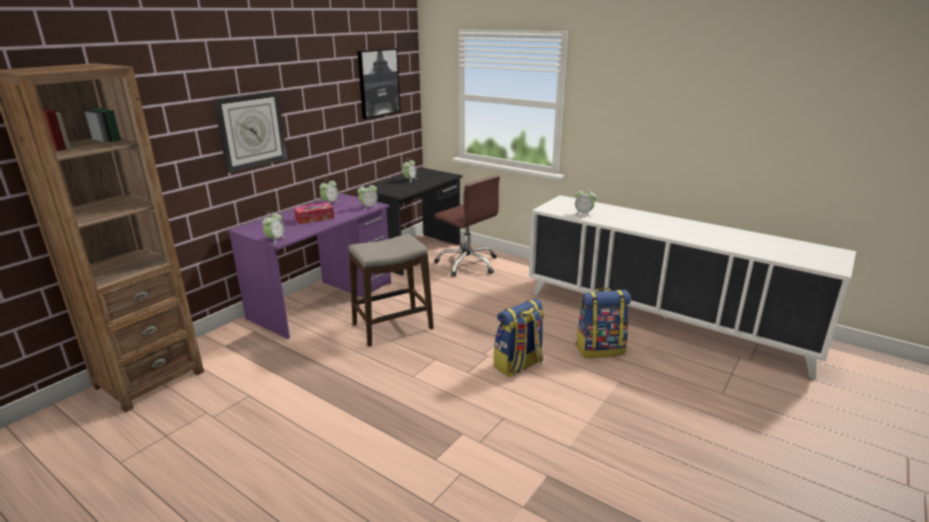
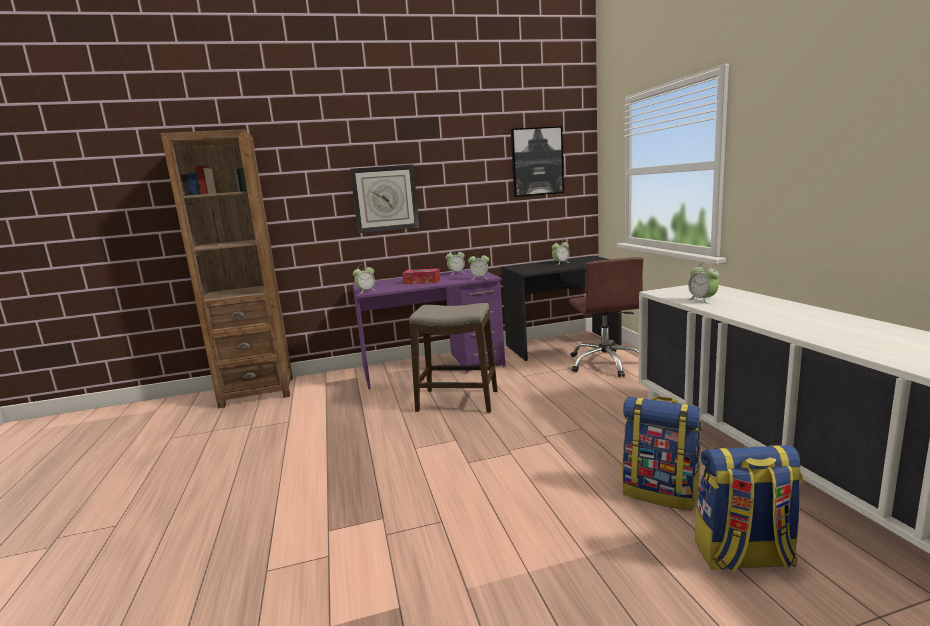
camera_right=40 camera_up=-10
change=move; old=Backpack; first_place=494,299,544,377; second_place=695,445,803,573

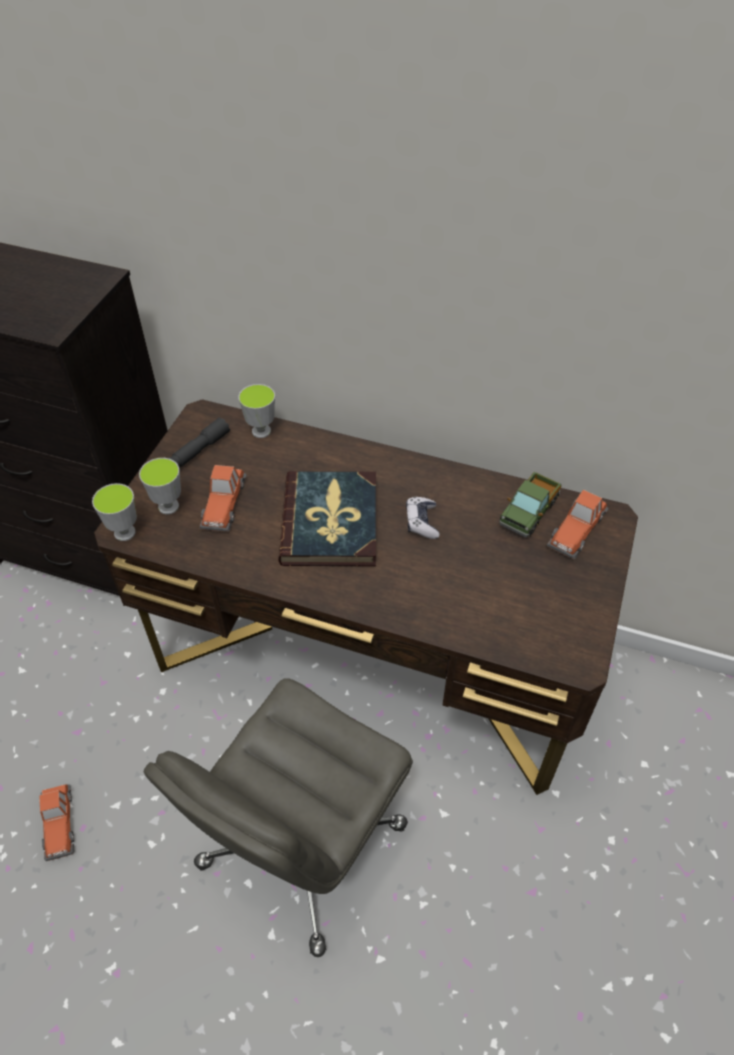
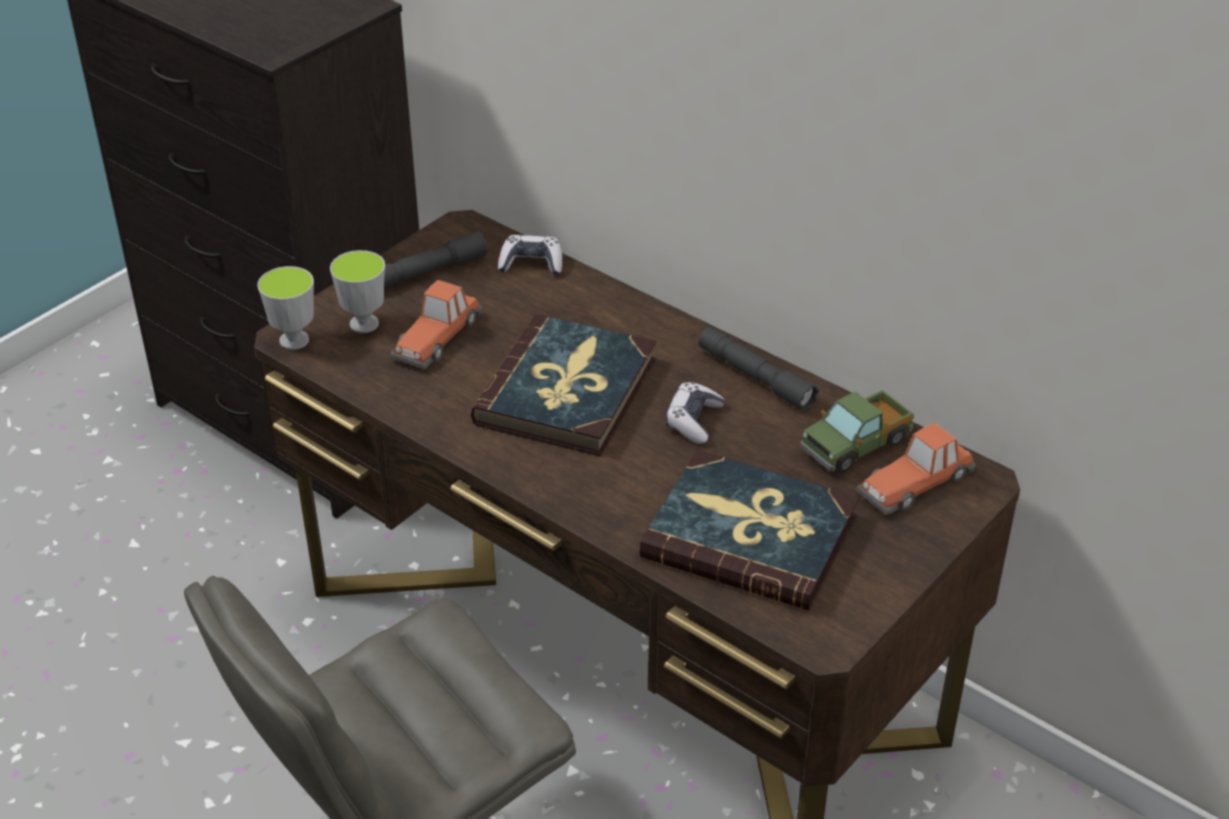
camera_right=20 camera_up=-10
change=delete; old=ToyCar; first_place=40,785,74,861
change=insert; new=Book; second_place=639,450,859,611
change=insert; new=GreyFlashlight; second_place=698,327,819,412
change=replace; old=Cup; new=GameController; first_place=238,384,275,438; second_place=498,235,562,276

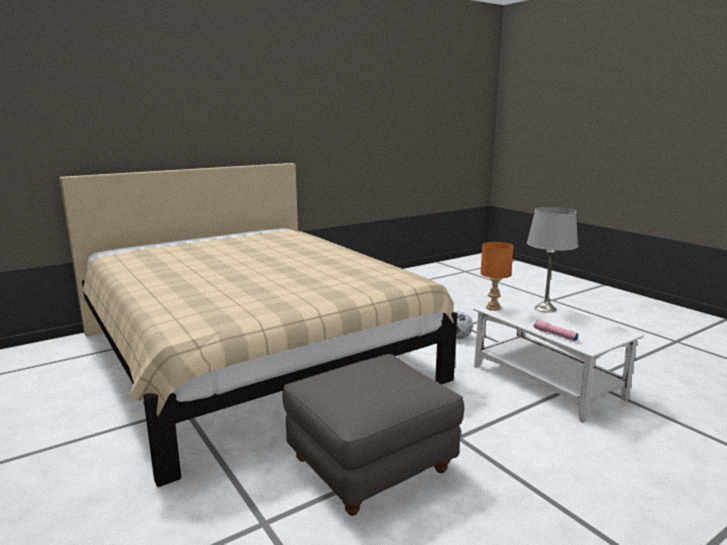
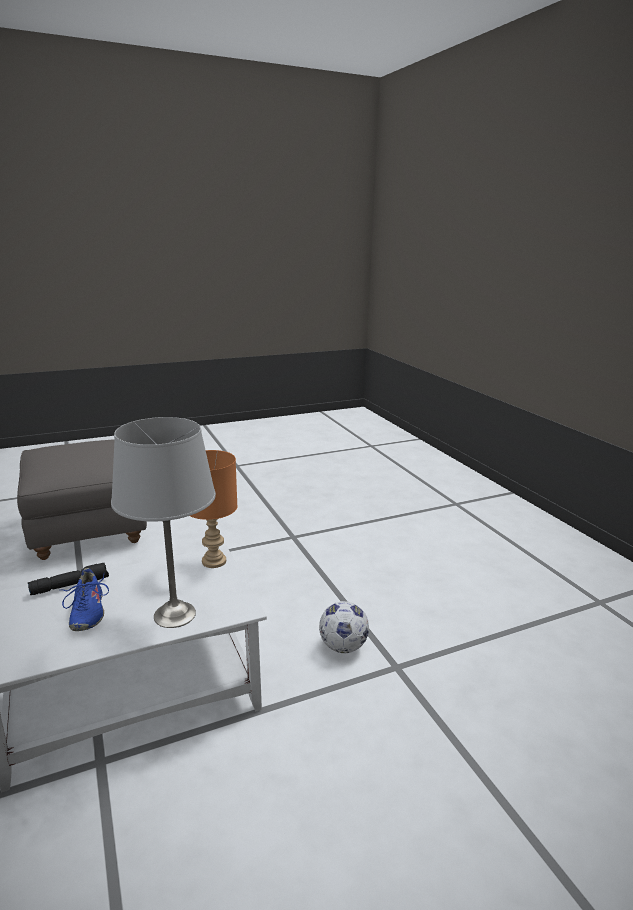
camera_right=100 camera_up=5
change=delete; old=BeigeBed; first_place=60,163,457,487
change=insert; new=BlueShoe; second_place=59,568,109,631
change=recolor; old=PinkFlashlight; new=BlackFlashlight; first_place=534,320,579,341; second_place=28,563,109,595

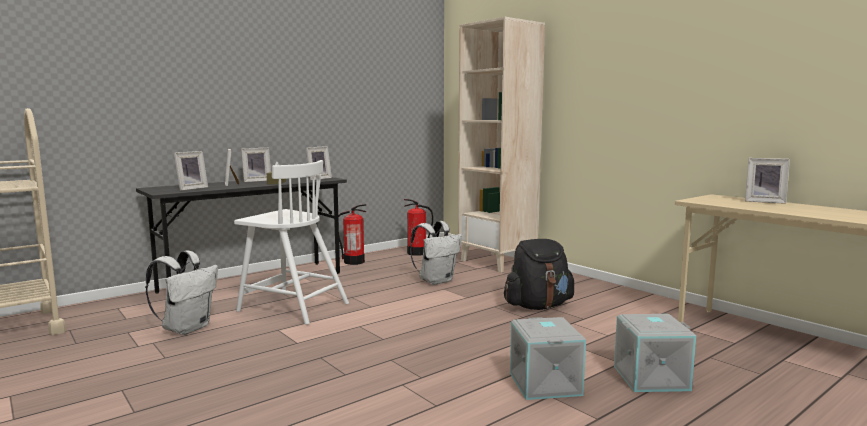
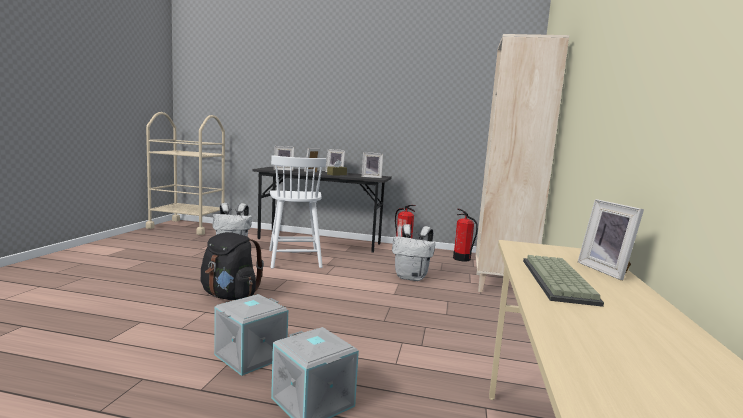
camera_right=50 camera_up=0
change=insert; new=Keyboard; second_place=523,255,604,307
change=move; old=BlackBackpack; first_place=504,239,574,310; second_place=201,232,264,300

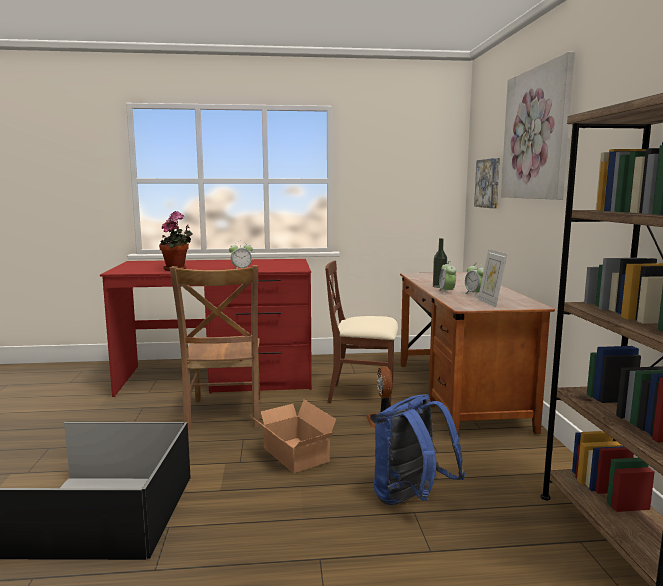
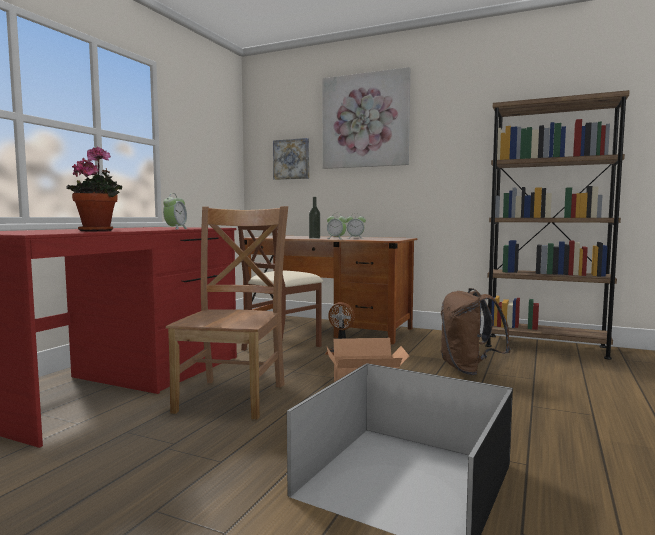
camera_right=-60 camera_up=-5
change=delete; old=PictureFrame; first_place=478,249,508,307
change=recolor; old=BlueBackpack; new=BrownBackpack; first_place=374,394,465,505; second_place=440,288,511,375
change=rotate; old=BrownChair; first_place=170,265,260,431; second_place=166,206,288,420; degrees=-105

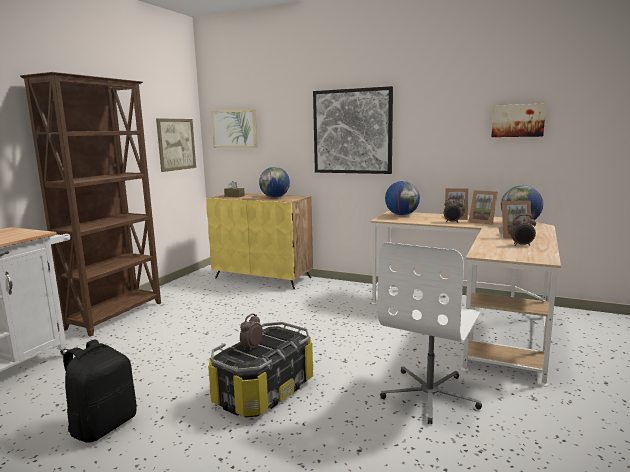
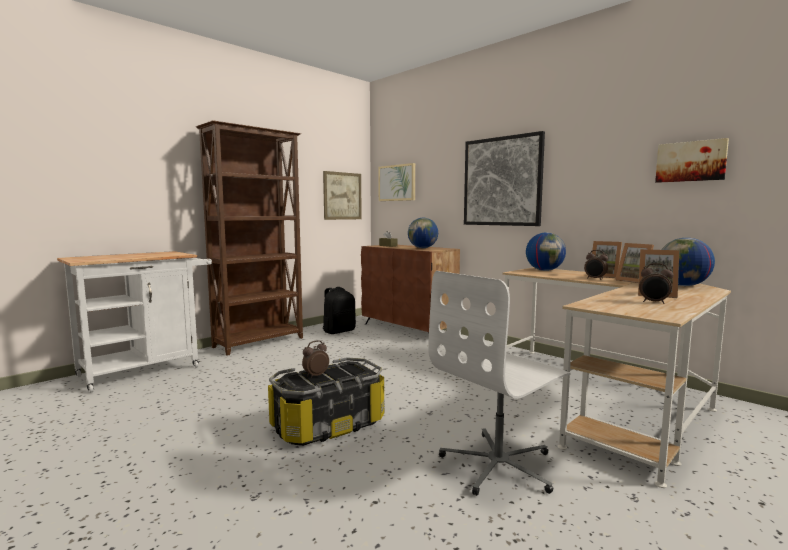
camera_right=20 camera_up=-5
change=move; old=BlackBackpack; first_place=63,339,137,443; second_place=323,287,356,334
change=recolor; old=YellowCabinet; new=BrownCabinet; first_place=206,193,313,289; second_place=361,245,460,333

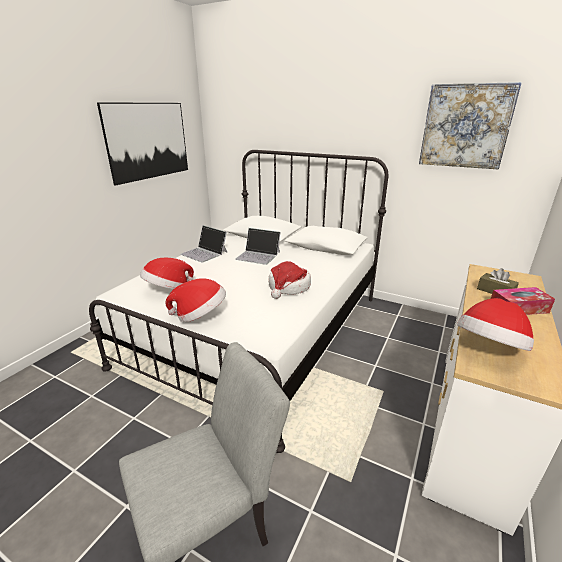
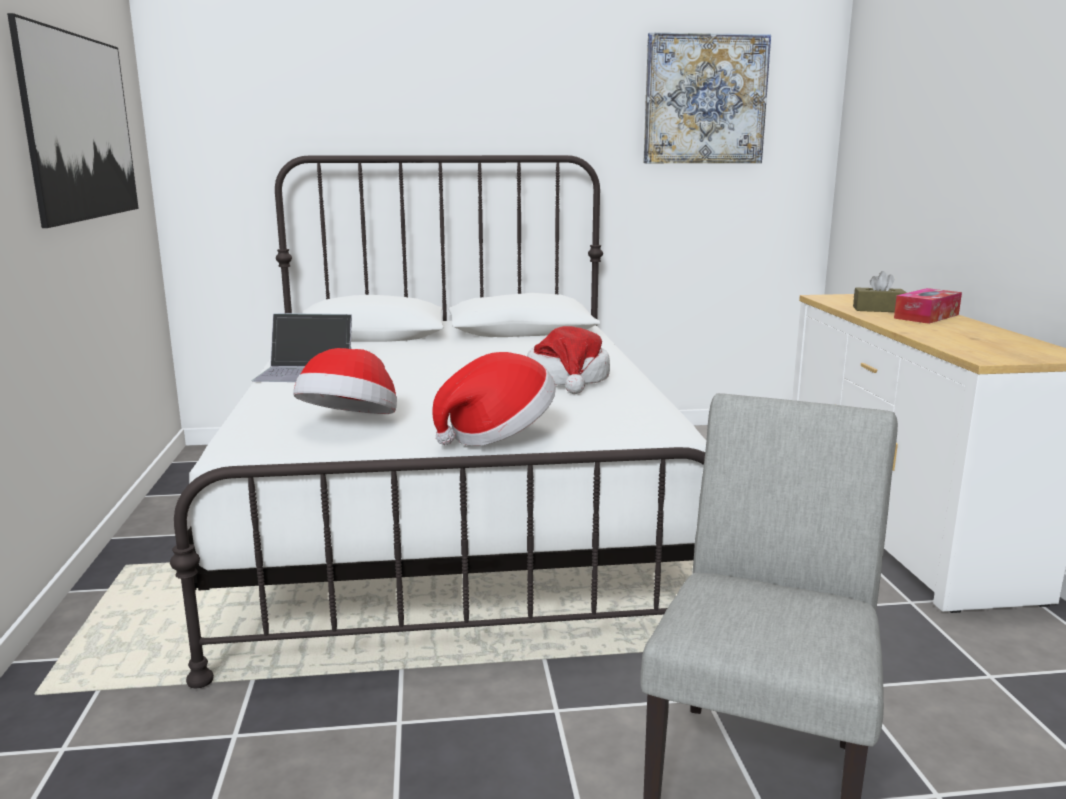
camera_right=-35 camera_up=-10
change=delete; old=Laptop; first_place=235,228,280,265
change=delete; old=Hat; first_place=457,298,534,351

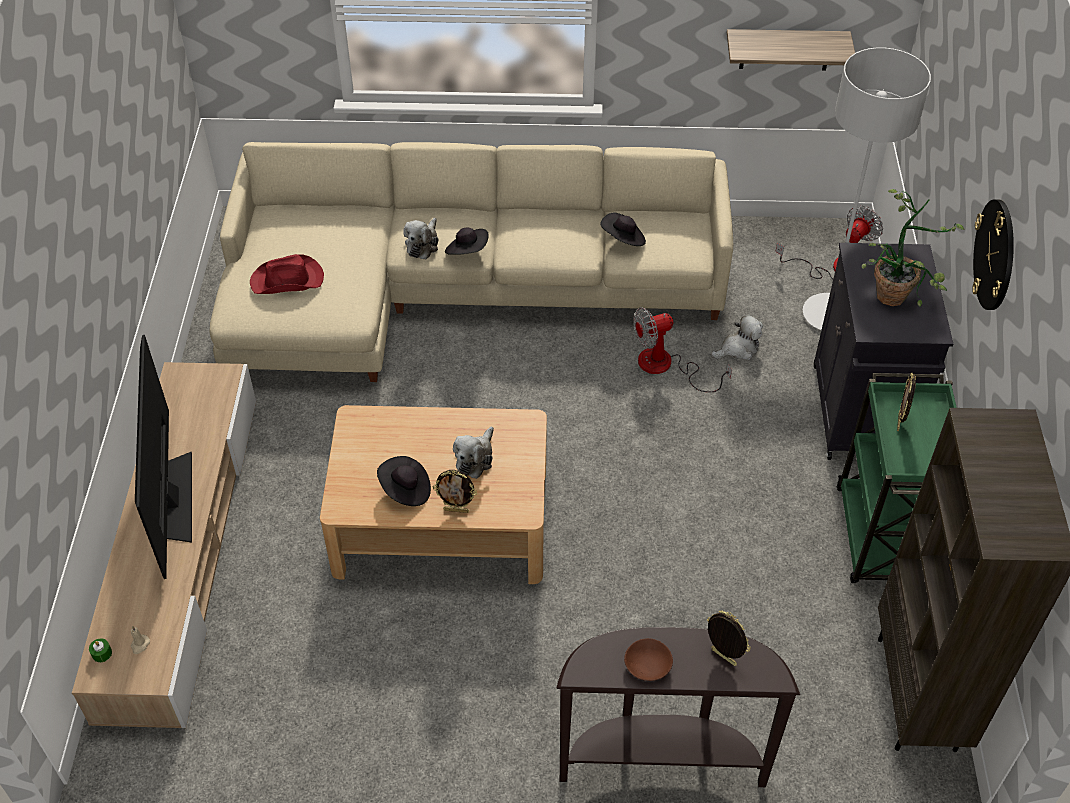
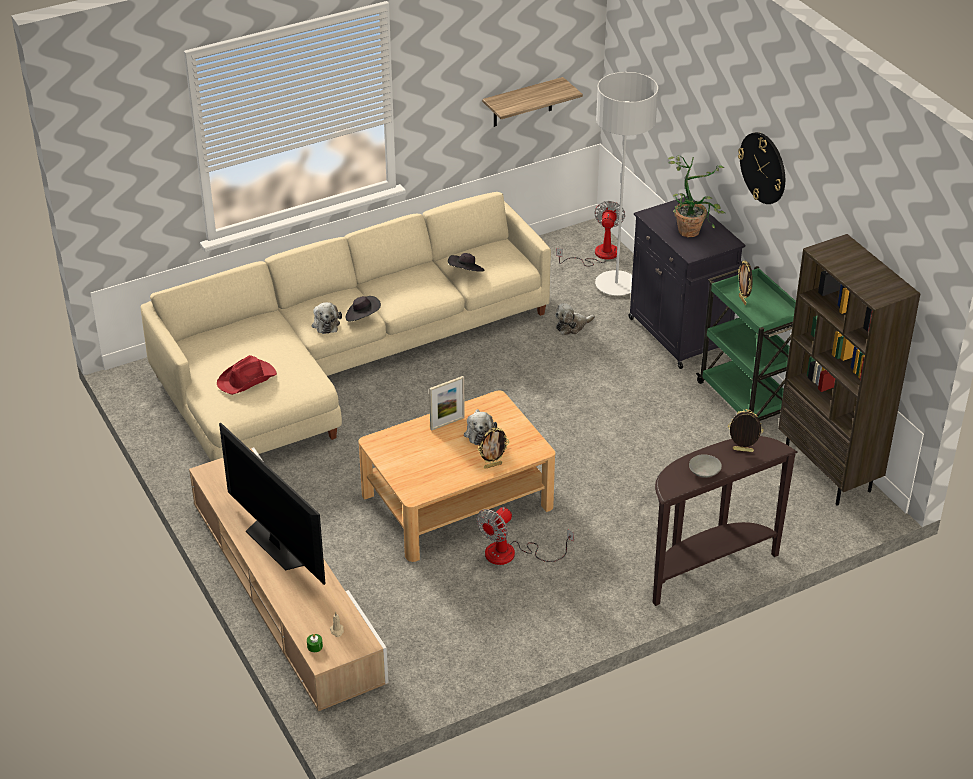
camera_right=-30 camera_up=-10
change=delete; old=BlackHat; first_place=377,456,431,506
change=insert; new=PictureFrame; second_place=429,376,465,431
change=move; old=Fan; first_place=633,307,732,392; second_place=477,507,574,565
change=recolor; old=BrownBowl; new=GreyBowl; first_place=624,638,673,681; second_place=689,454,722,478
change=rotate; old=PlushToy; first_place=711,314,763,360; second_place=555,303,595,335; degrees=-150

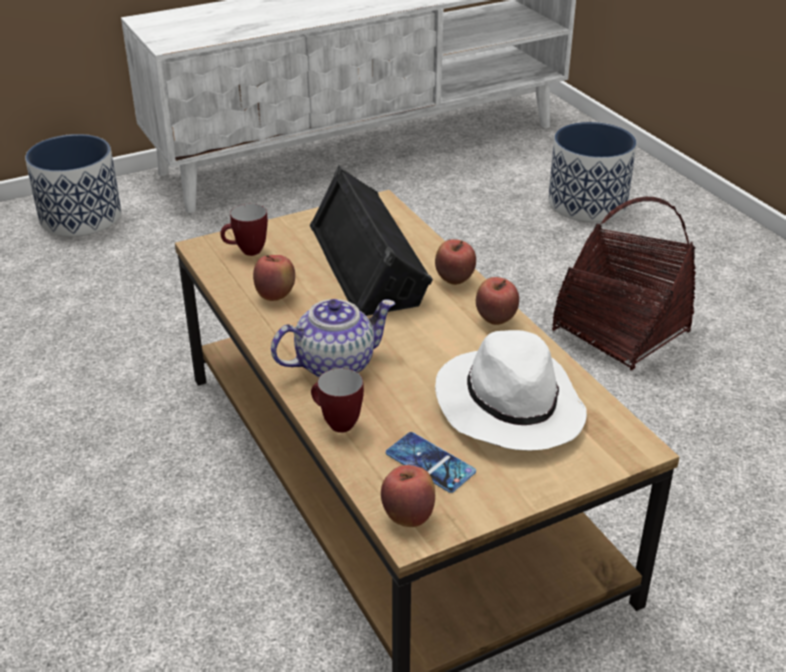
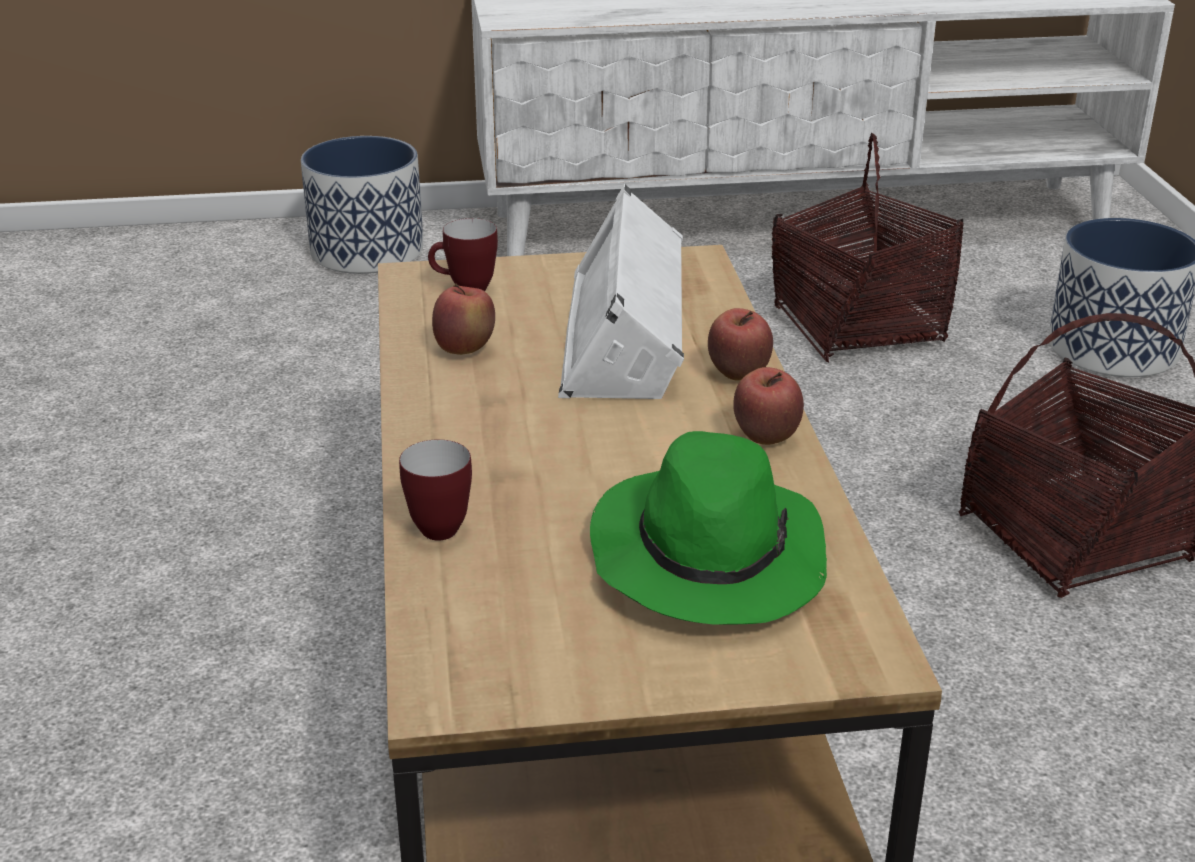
camera_right=20 camera_up=-5
change=delete; old=Teapot; first_place=271,299,396,378
change=delete; old=Apple; first_place=381,465,435,527
change=delete; old=Phone; first_place=386,432,476,493
change=insert; new=Basket; second_place=772,133,964,362
change=recolor; old=BlackSpeaker; new=WhiteSpeaker; first_place=310,165,433,316; second_place=558,184,684,399
change=recolor; old=WhiteHat; new=GreenHat; first_place=435,330,587,450; second_place=590,431,827,625

